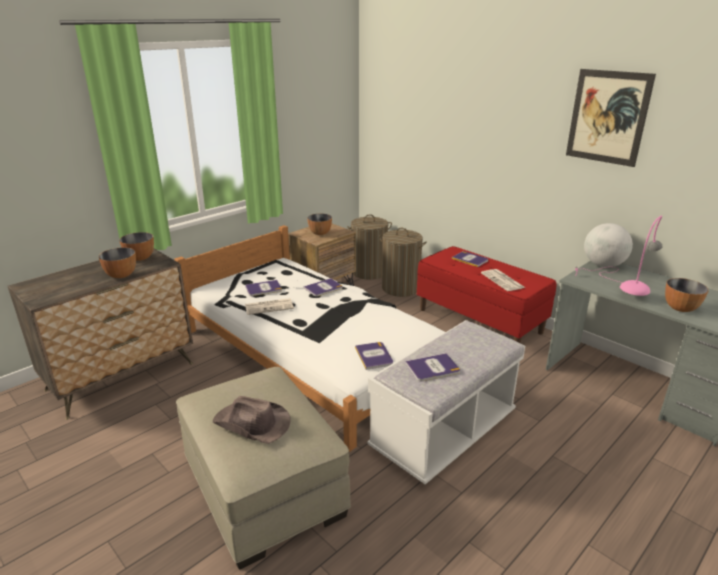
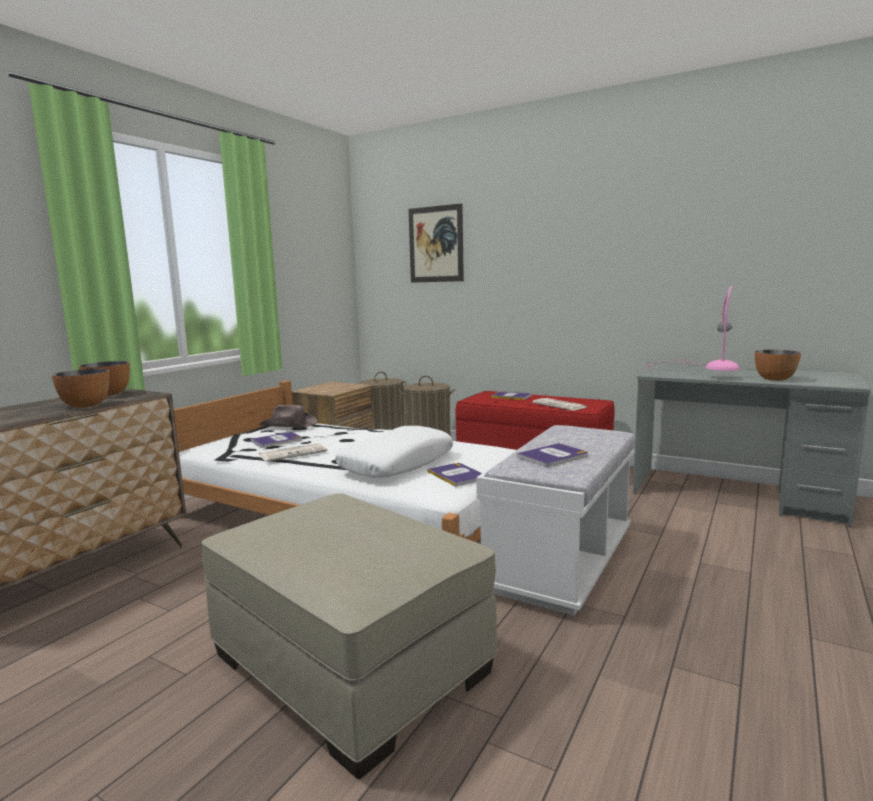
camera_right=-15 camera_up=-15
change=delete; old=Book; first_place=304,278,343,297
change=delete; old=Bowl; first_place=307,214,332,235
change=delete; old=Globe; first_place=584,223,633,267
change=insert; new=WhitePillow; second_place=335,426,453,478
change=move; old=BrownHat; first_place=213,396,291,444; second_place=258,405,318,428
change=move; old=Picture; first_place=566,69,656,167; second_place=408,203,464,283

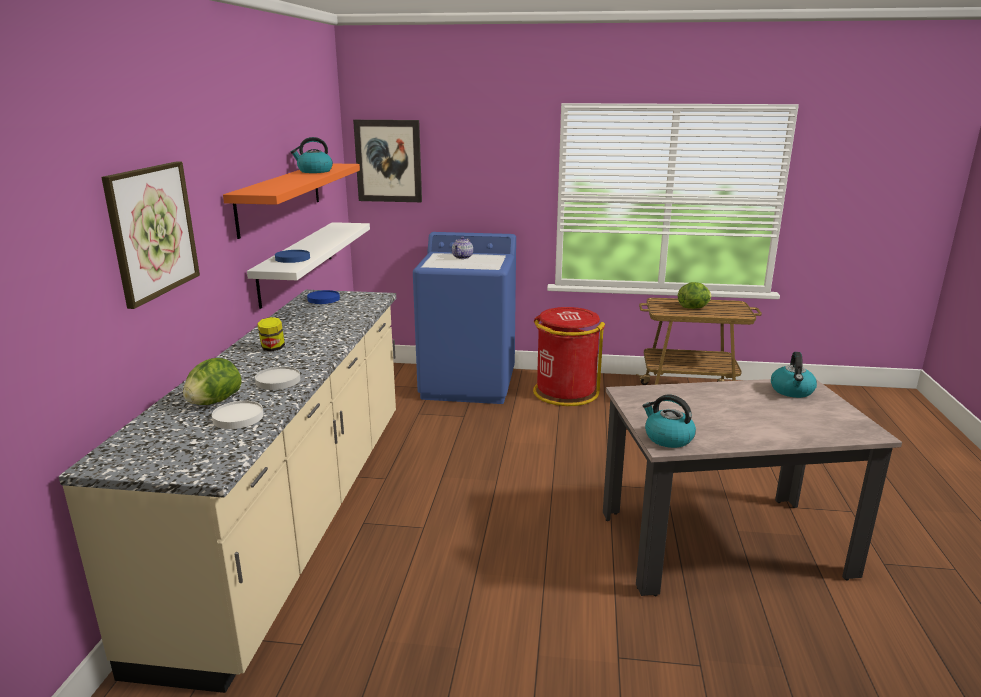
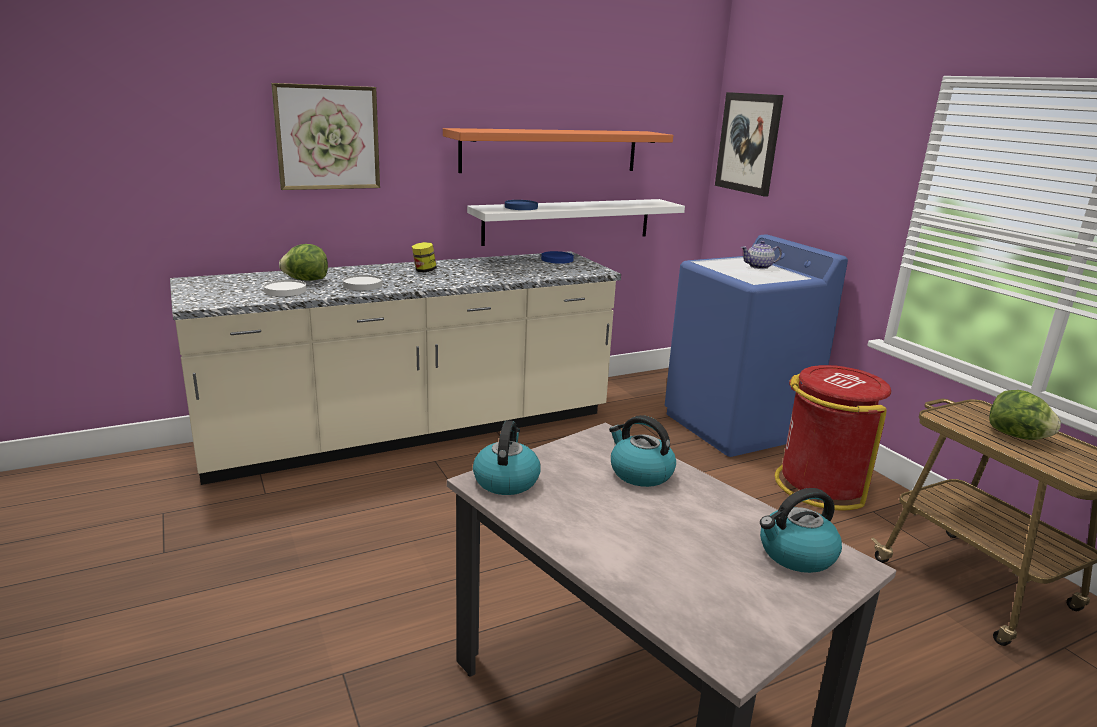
camera_right=55 camera_up=0
change=move; old=Kettle; first_place=290,137,333,173; second_place=609,415,676,487

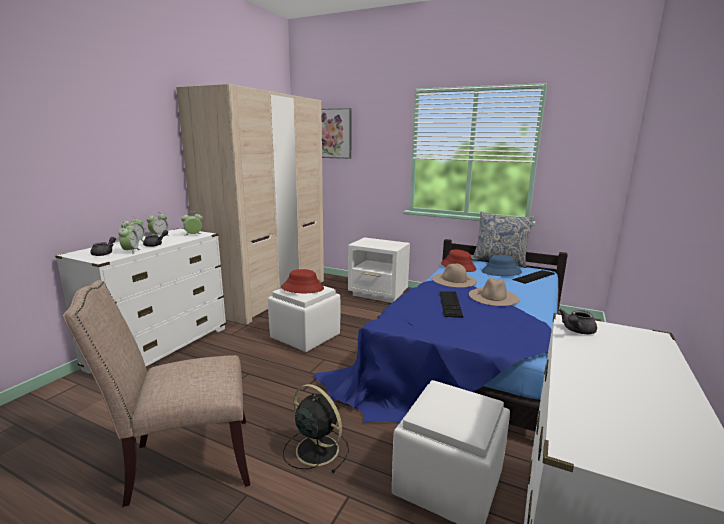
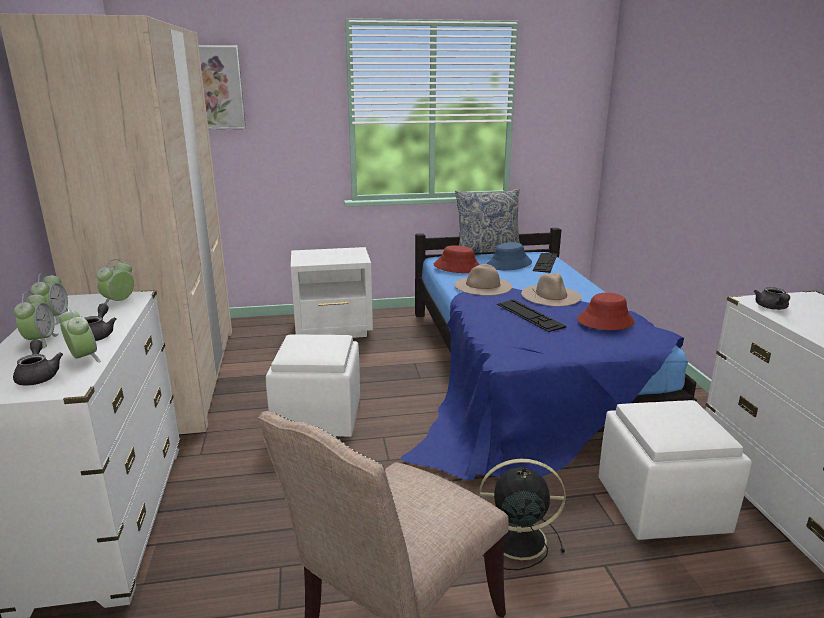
camera_right=-35 camera_up=5
change=move; old=RedHat; first_place=281,269,324,293; second_place=577,293,635,330

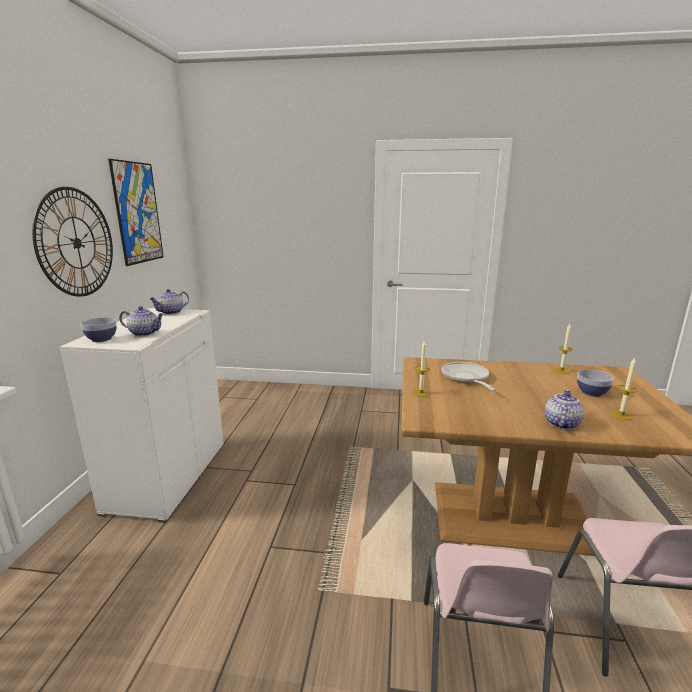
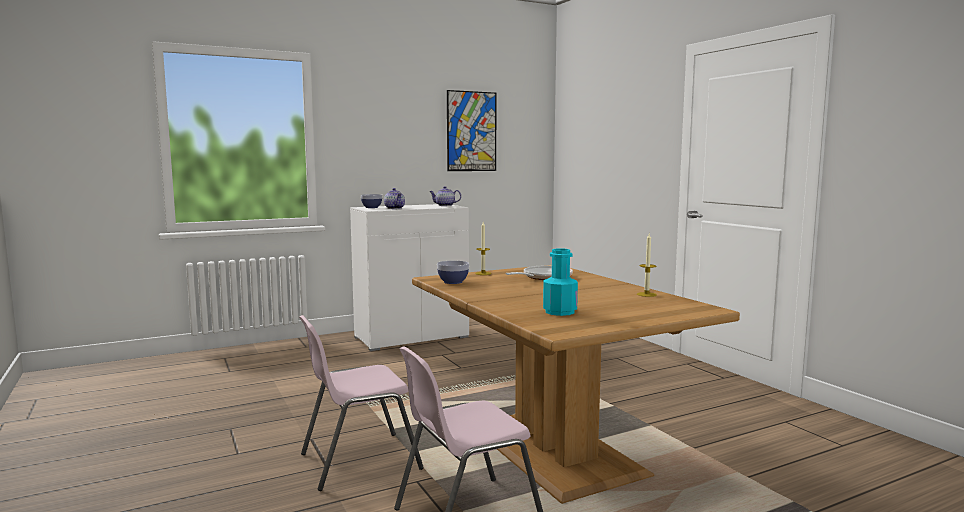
camera_right=55 camera_up=-10
change=delete; old=WallClock; first_place=32,187,113,297
change=delete; old=Teapot; first_place=544,390,584,429
change=move; old=Bowl; first_place=577,369,614,397; second_place=437,261,469,284
change=replace; old=Candle; new=TurquoiseBottle; first_place=610,357,637,420; second_place=543,248,578,316

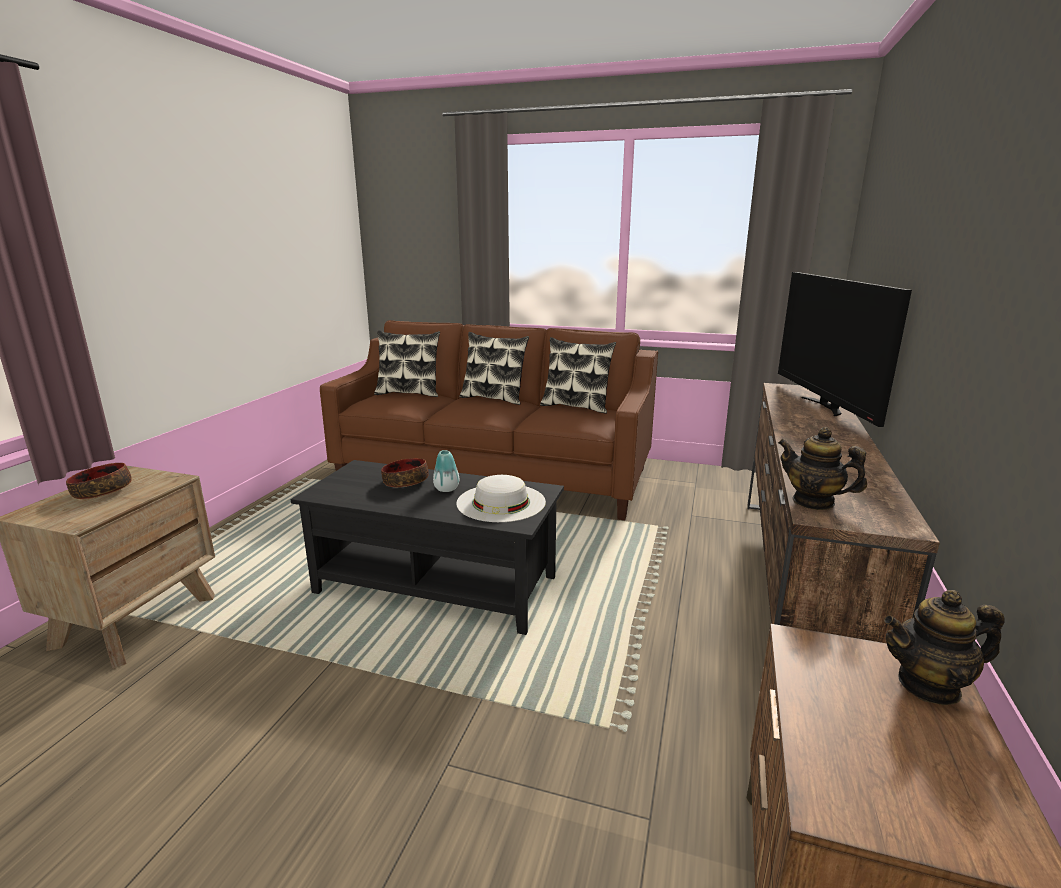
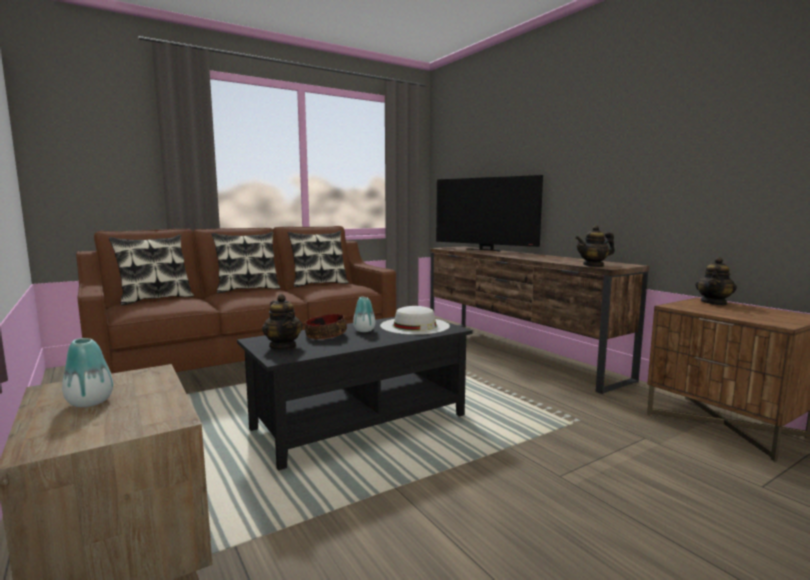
camera_right=-50 camera_up=-10
change=insert; new=Teapot; second_place=262,294,303,350
change=replace; old=Bowl; new=Vase; first_place=66,463,132,499; second_place=62,338,113,407

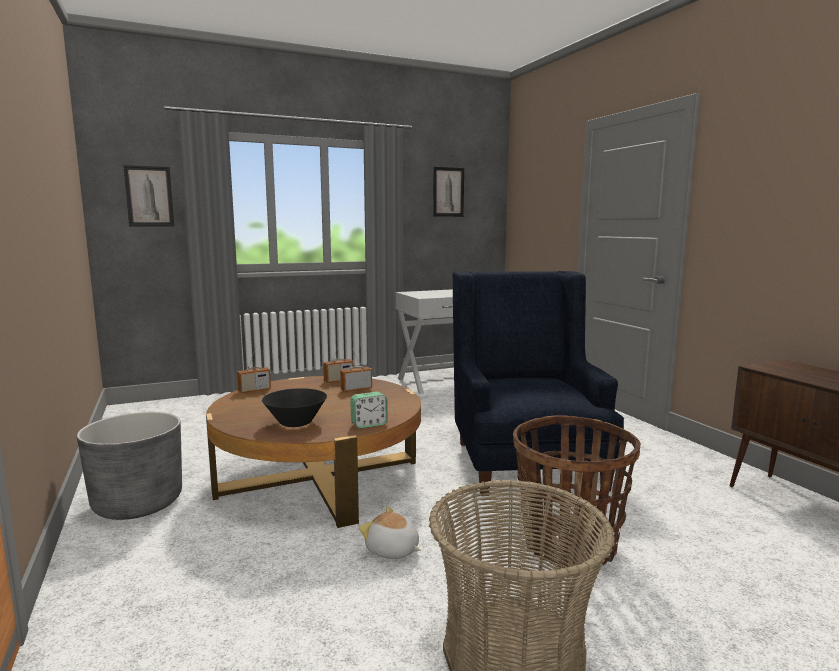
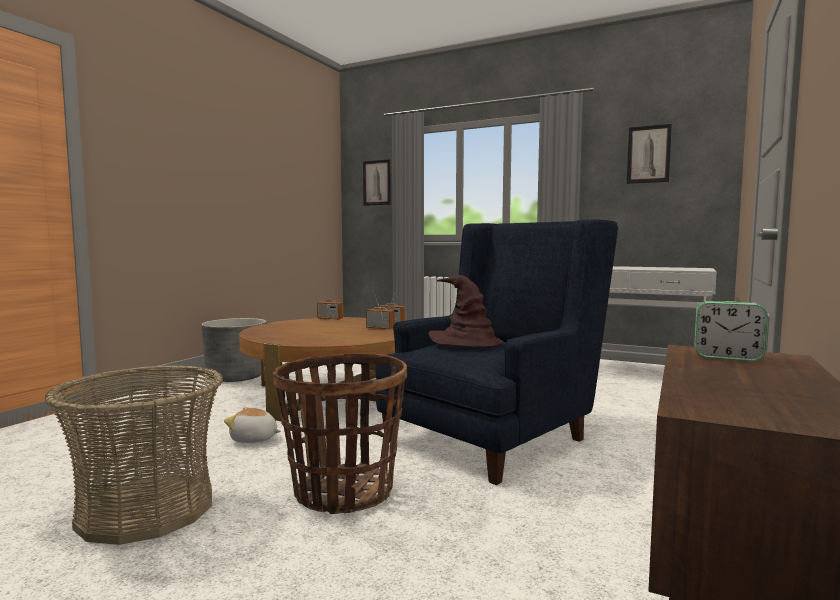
camera_right=50 camera_up=-5
change=delete; old=BlackBowl; first_place=262,388,327,427
change=insert; new=BrownHat; second_place=429,275,504,347
change=move; old=AlarmClock; first_place=350,392,388,428; second_place=694,301,768,362
change=rotate; old=PlushToy; first_place=359,506,420,559; second_place=224,407,281,443; degrees=-75

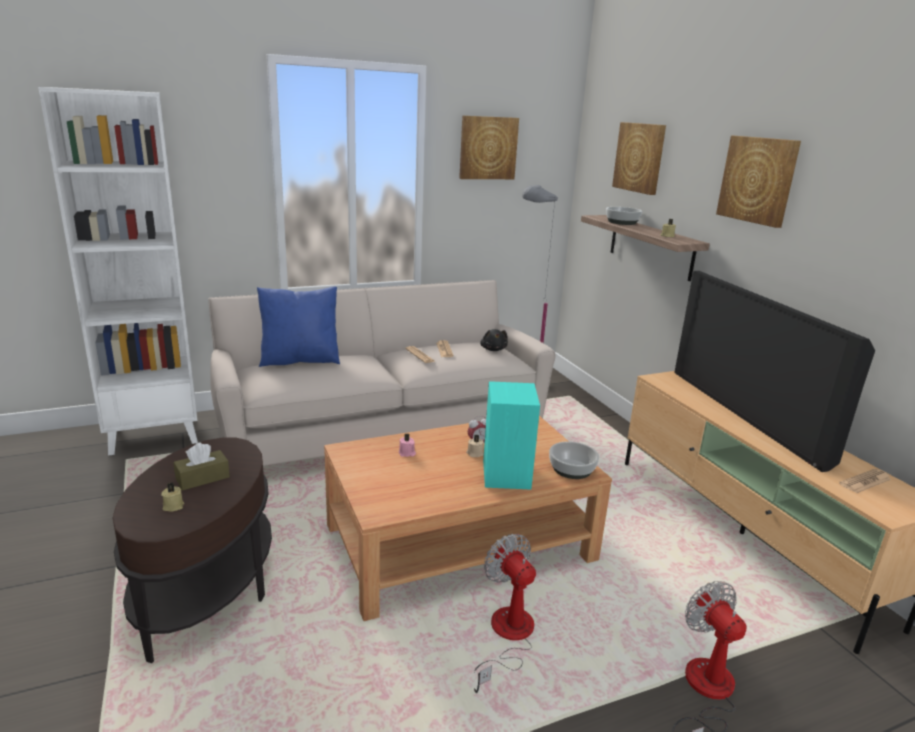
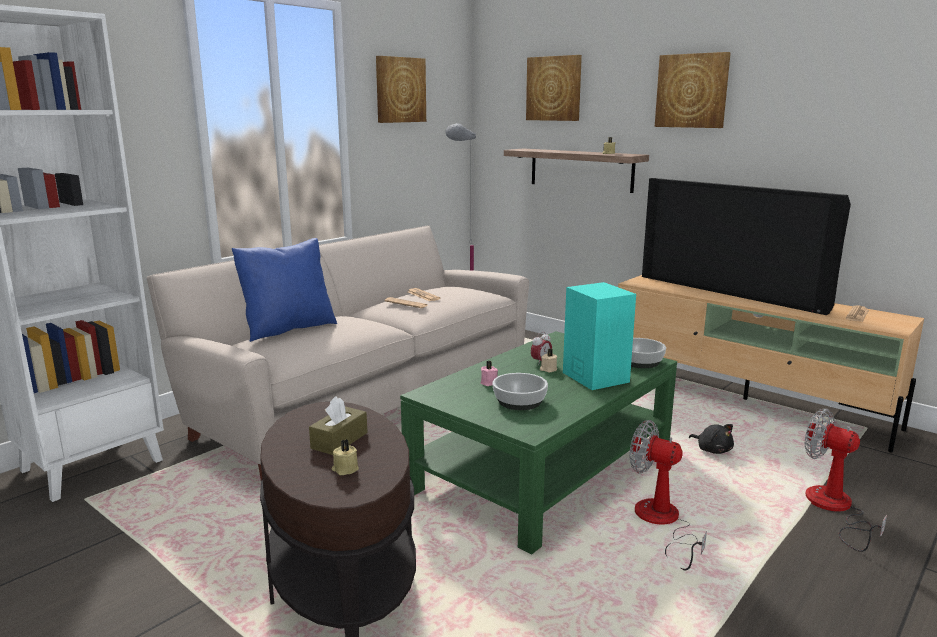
camera_right=-25 camera_up=-5
change=move; old=BlackPlushToy; first_place=480,329,508,351; second_place=689,424,734,454
change=move; old=Bowl; first_place=606,207,642,225; second_place=492,373,548,410
change=recolor; old=BrownCoffeeTable; new=GreenCoffeeTable; first_place=324,416,612,621; second_place=400,331,677,554

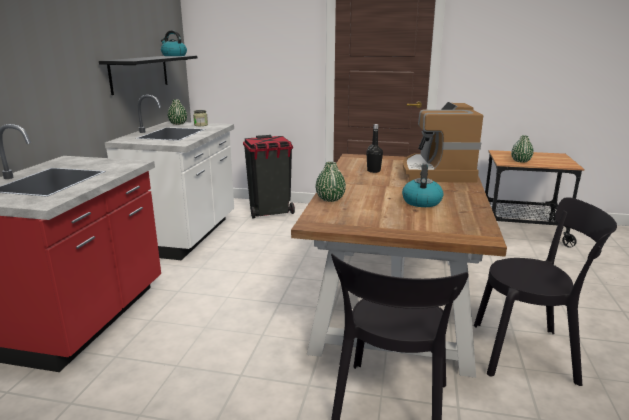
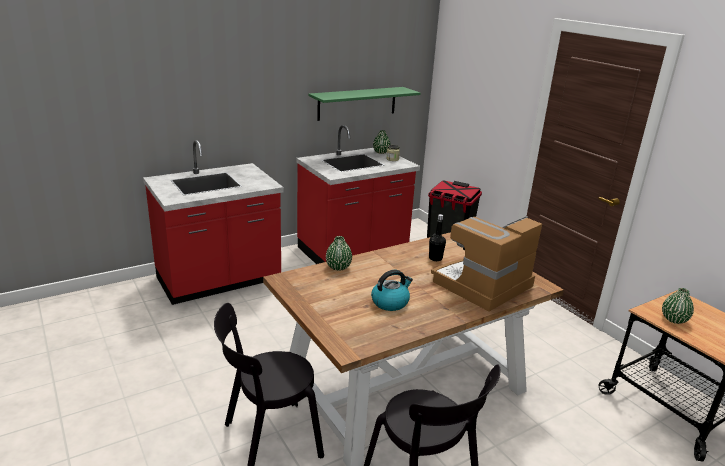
camera_right=45 camera_up=5
change=delete; old=Kettle; first_place=161,30,187,56
change=recolor; old=BlackShelf; new=GreenShelf; first_place=99,56,197,95; second_place=308,87,421,121
change=recolor; old=WhiteCounter; new=RedCounter; first_place=105,95,234,260; second_place=296,125,420,264

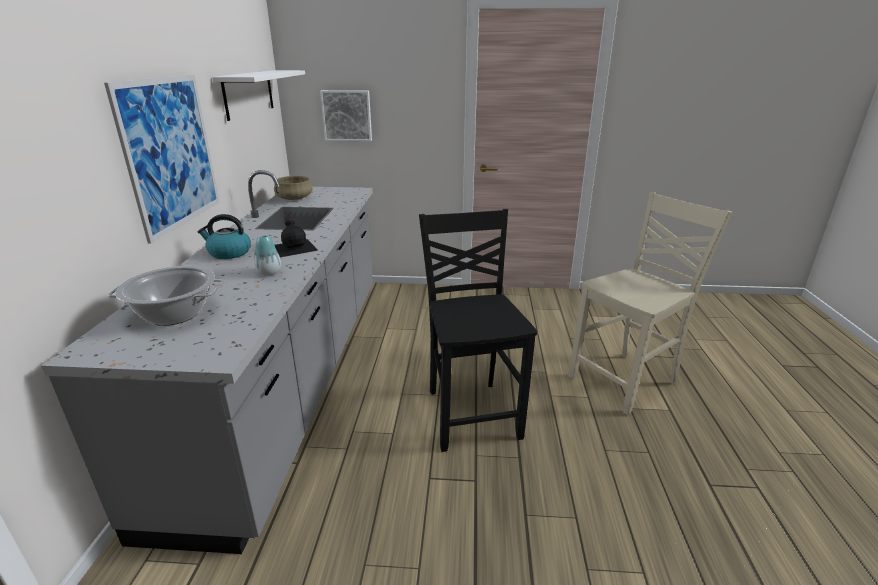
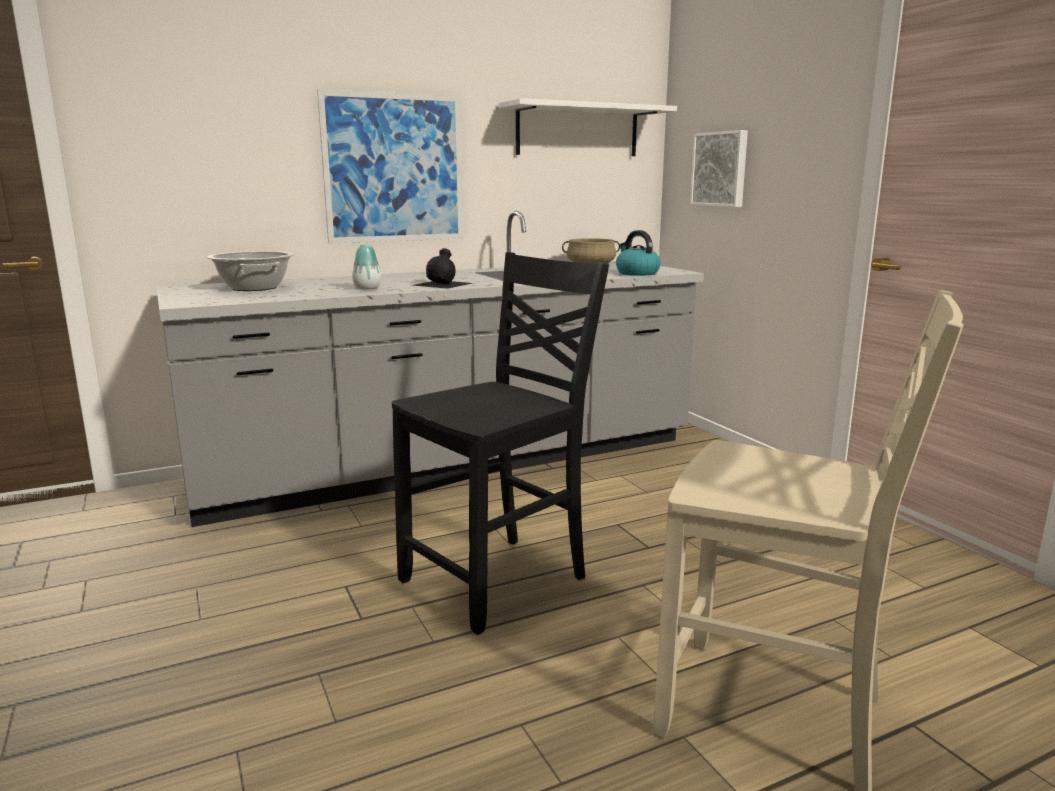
camera_right=60 camera_up=-10
change=move; old=Kettle; first_place=198,214,251,259; second_place=616,230,661,276

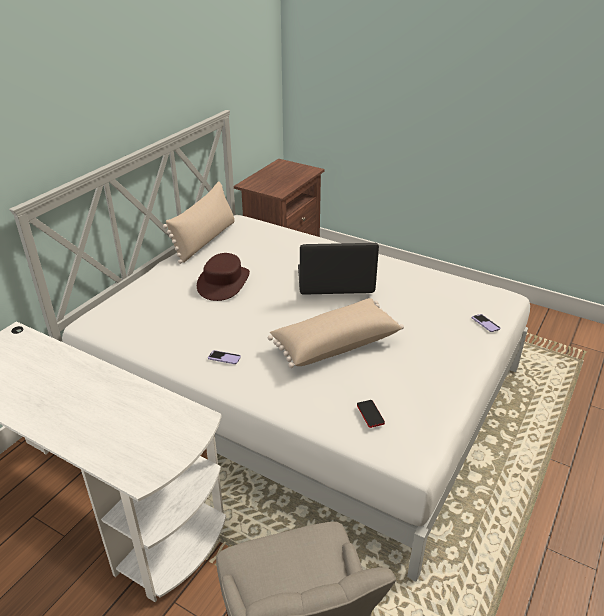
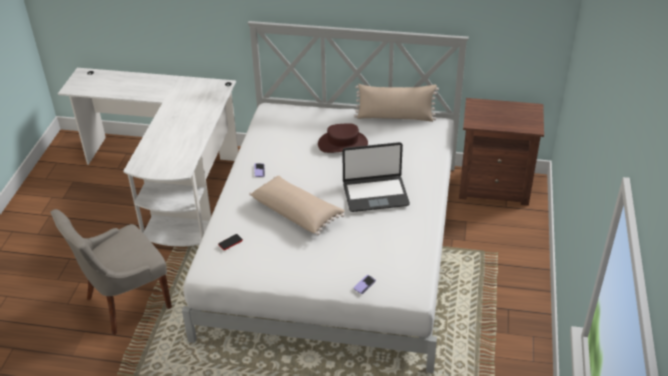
camera_right=70 camera_up=5
change=rotate; old=Laptop; first_place=298,243,379,295; second_place=342,142,410,212; degrees=105

